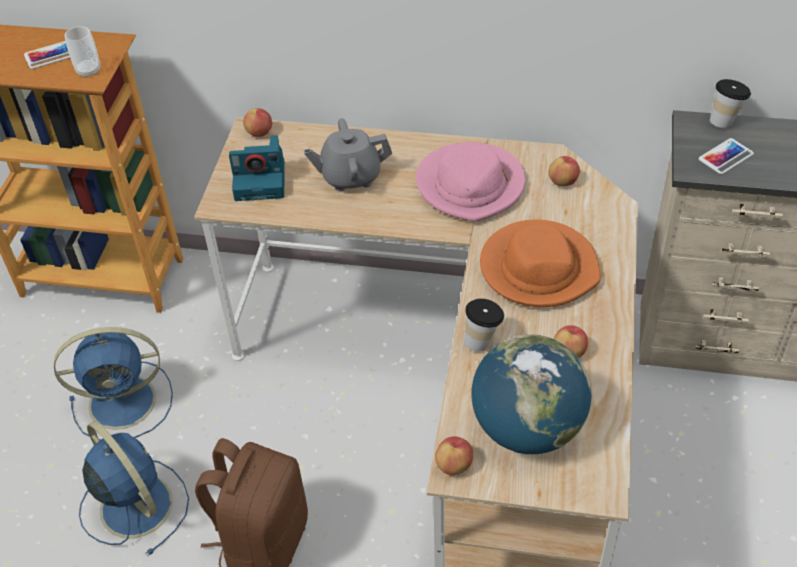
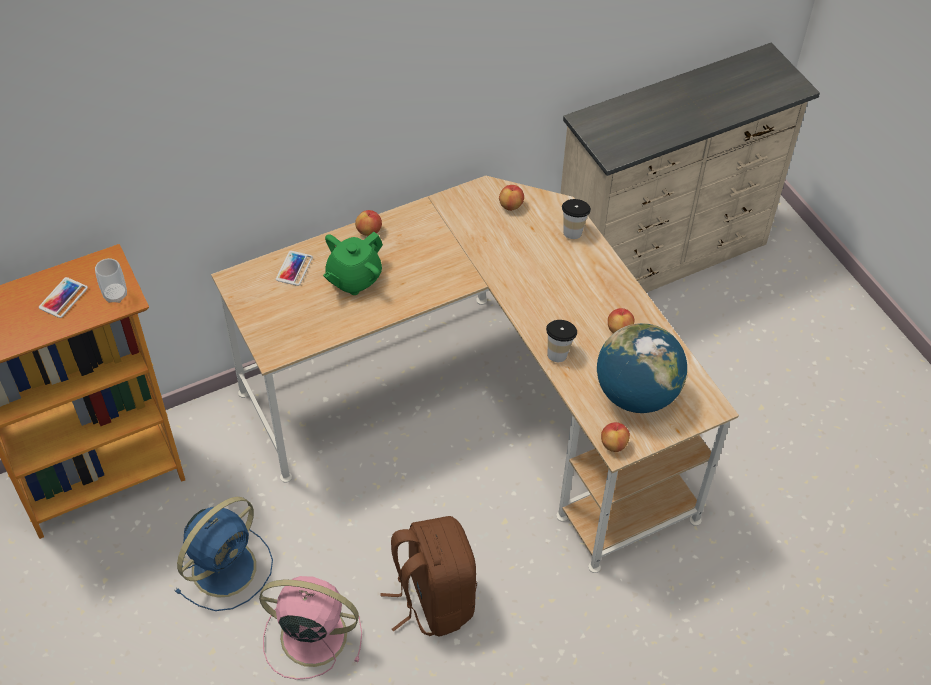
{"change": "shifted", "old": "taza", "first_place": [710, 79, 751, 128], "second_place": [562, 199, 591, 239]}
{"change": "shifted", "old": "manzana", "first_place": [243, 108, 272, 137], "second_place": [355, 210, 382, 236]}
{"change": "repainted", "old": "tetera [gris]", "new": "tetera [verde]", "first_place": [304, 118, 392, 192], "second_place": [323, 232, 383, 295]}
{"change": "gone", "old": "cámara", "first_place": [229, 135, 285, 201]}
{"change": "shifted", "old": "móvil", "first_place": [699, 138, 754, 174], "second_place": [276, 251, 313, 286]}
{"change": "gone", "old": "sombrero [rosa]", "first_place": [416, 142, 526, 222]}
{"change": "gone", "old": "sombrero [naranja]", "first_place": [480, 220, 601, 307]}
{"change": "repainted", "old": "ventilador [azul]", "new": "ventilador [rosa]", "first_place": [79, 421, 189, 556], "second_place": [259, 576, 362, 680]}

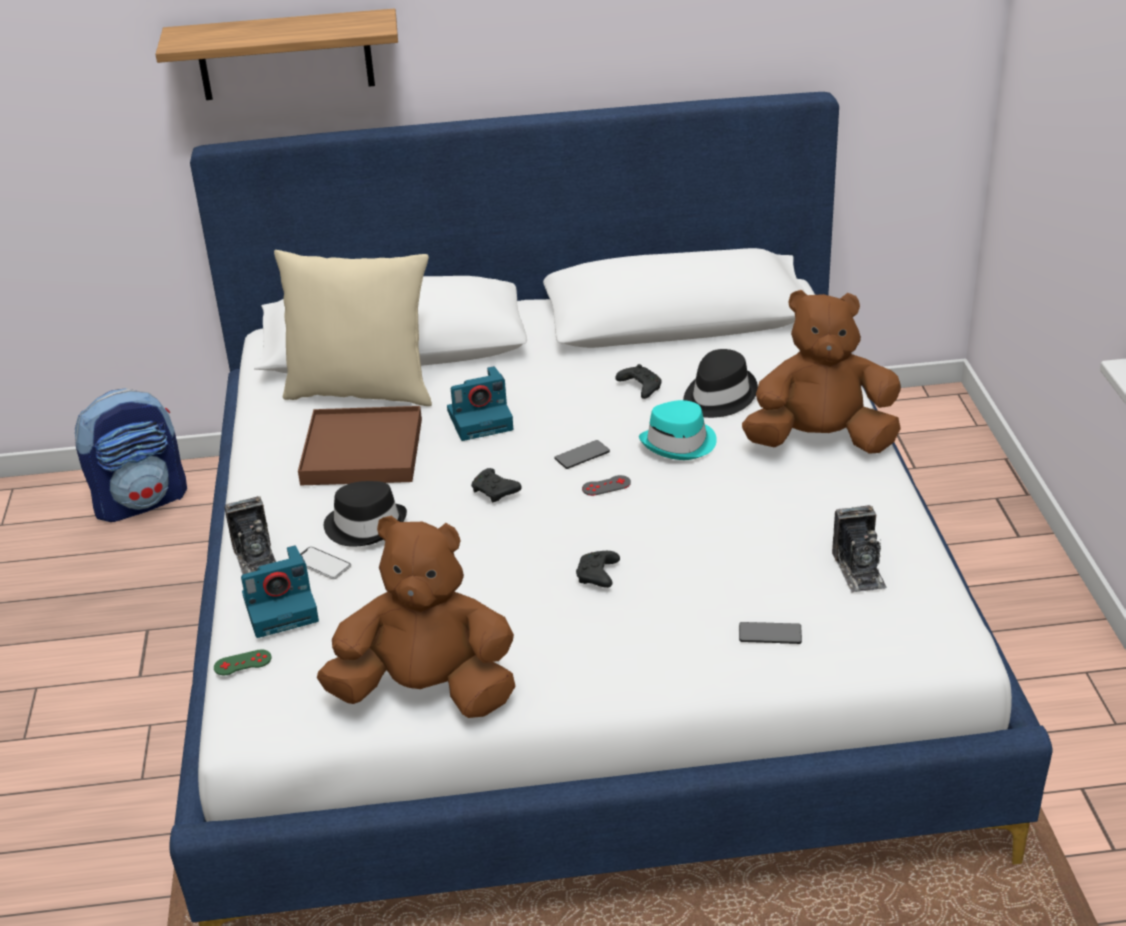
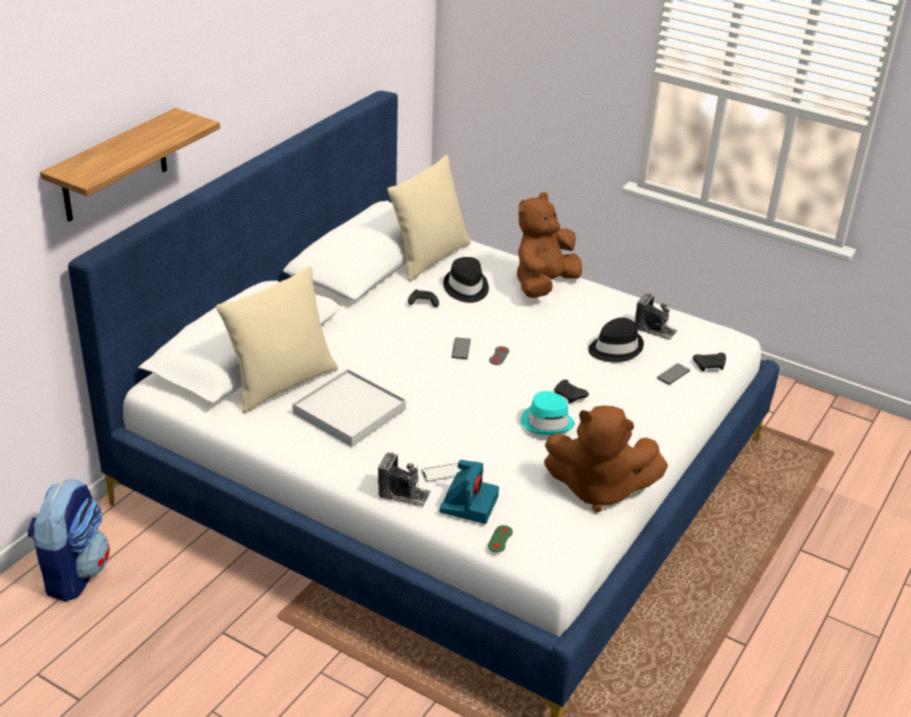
{"change": "gone", "old": "cámara", "first_place": [447, 366, 513, 441]}
{"change": "shifted", "old": "sombrero [turquesa]", "first_place": [639, 400, 717, 460], "second_place": [521, 391, 575, 435]}
{"change": "repainted", "old": "bandeja [marrón]", "new": "bandeja [blanco]", "first_place": [298, 406, 422, 485], "second_place": [292, 369, 406, 447]}
{"change": "shifted", "old": "mando de consola [negro]", "first_place": [471, 468, 522, 502], "second_place": [693, 353, 726, 372]}
{"change": "shifted", "old": "sombrero [negro]", "first_place": [324, 481, 407, 547], "second_place": [588, 317, 644, 362]}
{"change": "rotated", "old": "peluche [marrón]", "first_place": [317, 516, 515, 718], "second_place": [544, 406, 668, 513], "degrees": -120}
{"change": "new", "new": "cojín [beis]", "second_place": [387, 155, 471, 282]}

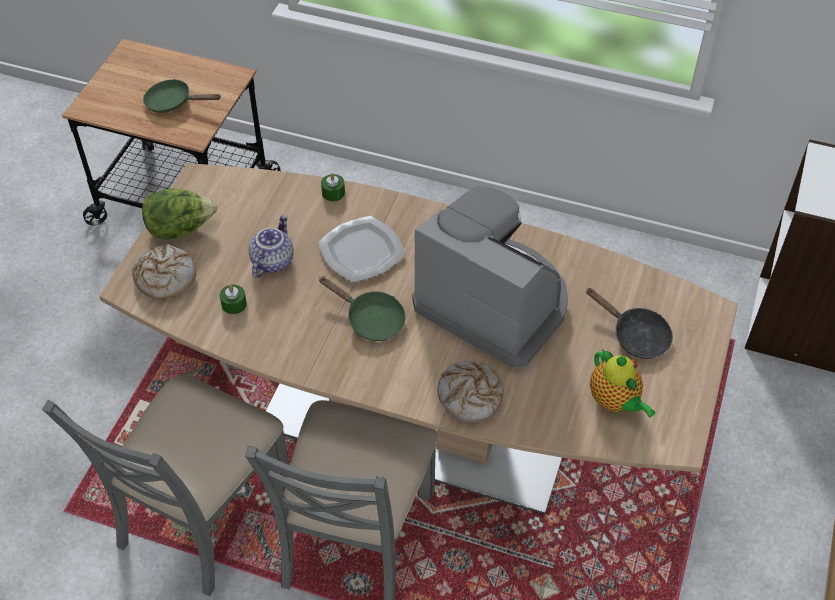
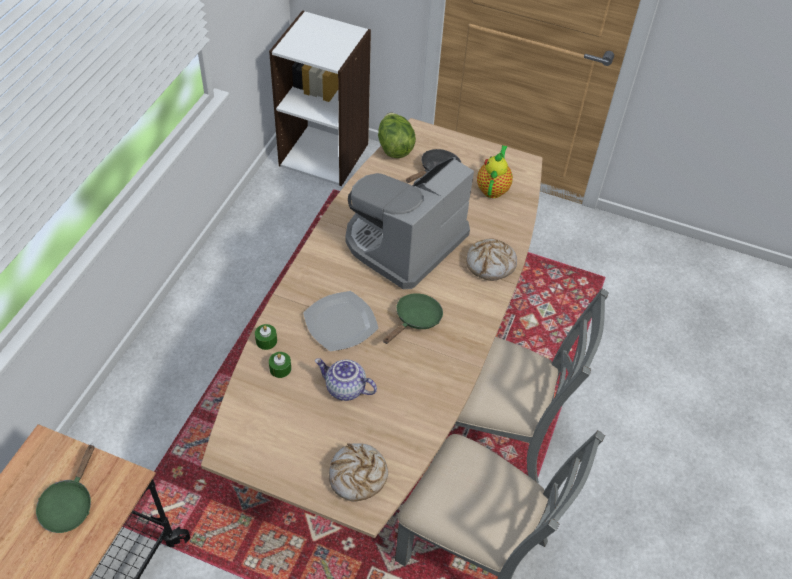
{"change": "shifted", "old": "lechuga", "first_place": [142, 188, 217, 240], "second_place": [378, 112, 416, 158]}
{"change": "shifted", "old": "vela [verde]", "first_place": [220, 285, 247, 314], "second_place": [269, 352, 291, 378]}
{"change": "rotated", "old": "tetera", "first_place": [590, 349, 655, 417], "second_place": [477, 145, 513, 198], "degrees": -45}

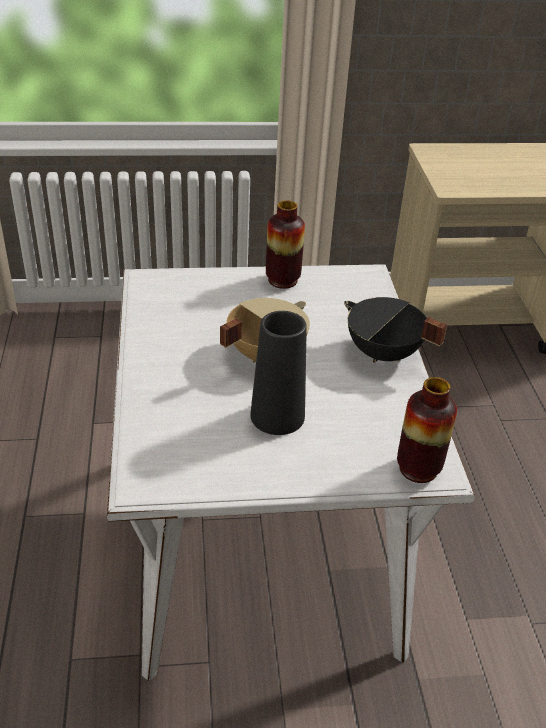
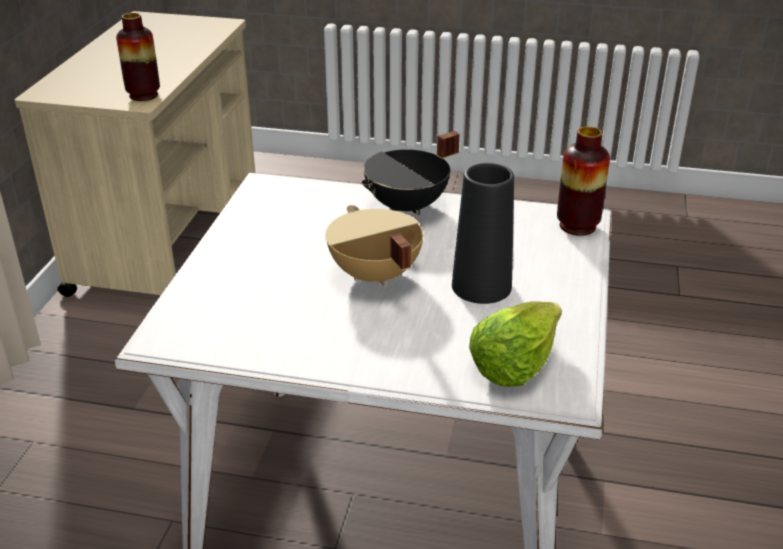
{"change": "shifted", "old": "florero", "first_place": [266, 200, 305, 289], "second_place": [116, 13, 160, 101]}
{"change": "new", "new": "lechuga", "second_place": [469, 302, 562, 387]}

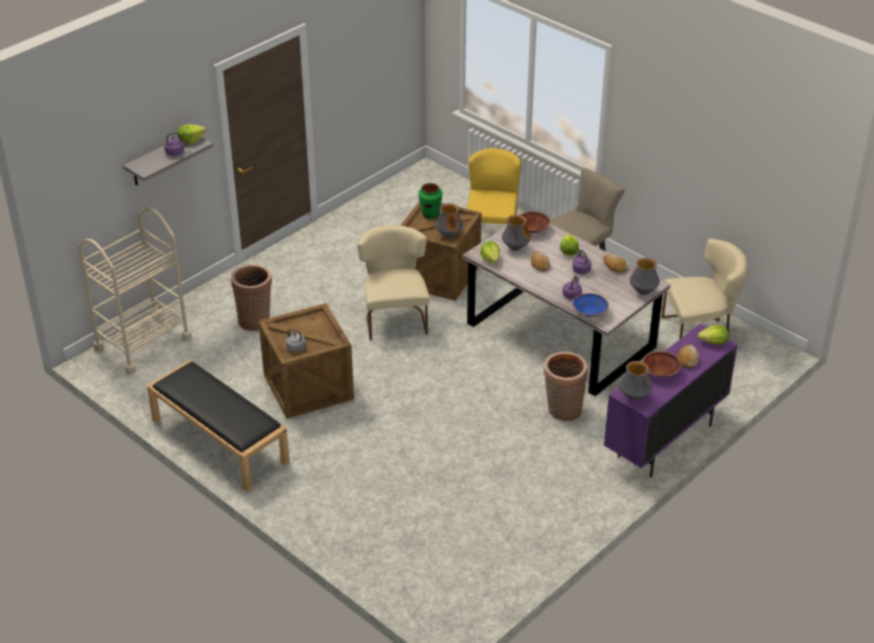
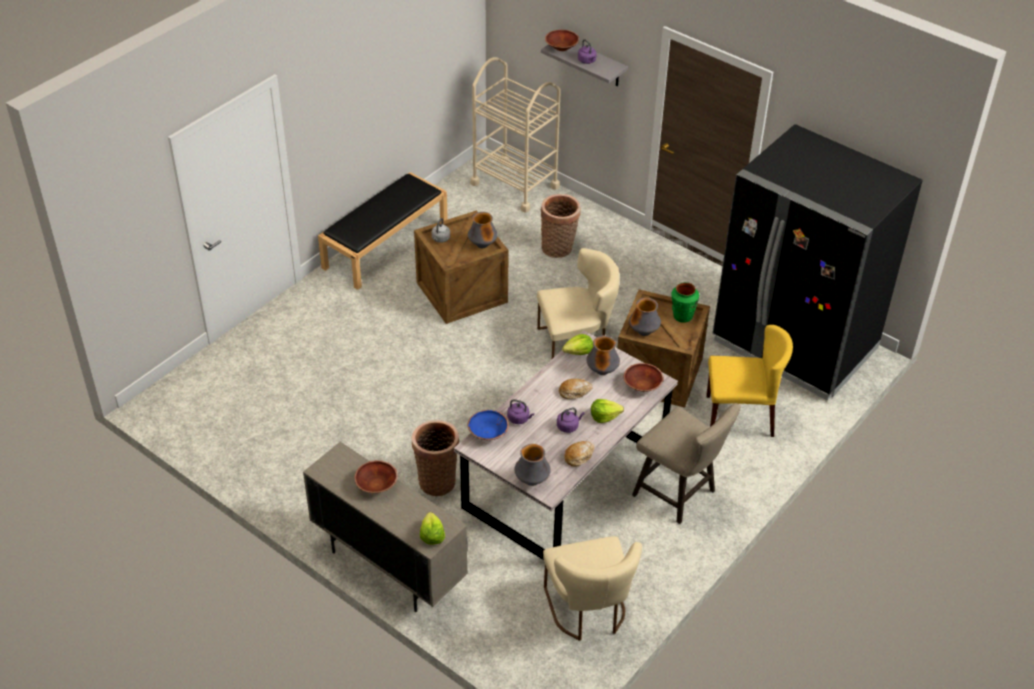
{"change": "gone", "old": "lechuga", "first_place": [178, 124, 206, 145]}
{"change": "repainted", "old": "armario [morado]", "new": "armario [beis]", "first_place": [604, 324, 738, 477], "second_place": [303, 442, 468, 612]}
{"change": "gone", "old": "pan", "first_place": [677, 345, 699, 368]}
{"change": "shifted", "old": "florero", "first_place": [619, 361, 652, 401], "second_place": [468, 212, 498, 248]}
{"change": "new", "new": "cuenco [marrón]", "second_place": [545, 30, 579, 51]}
{"change": "new", "new": "nevera [negro]", "second_place": [713, 124, 923, 401]}

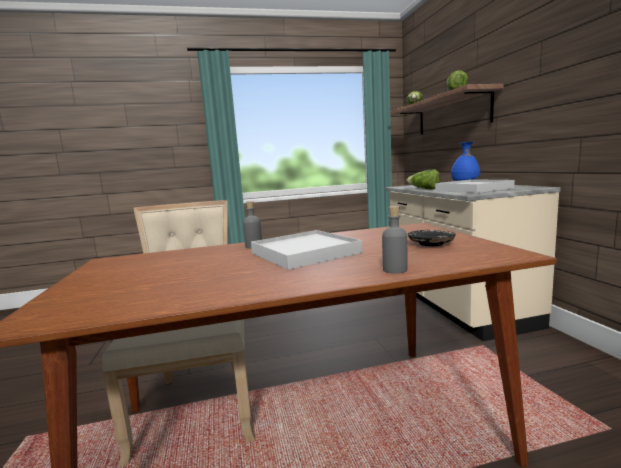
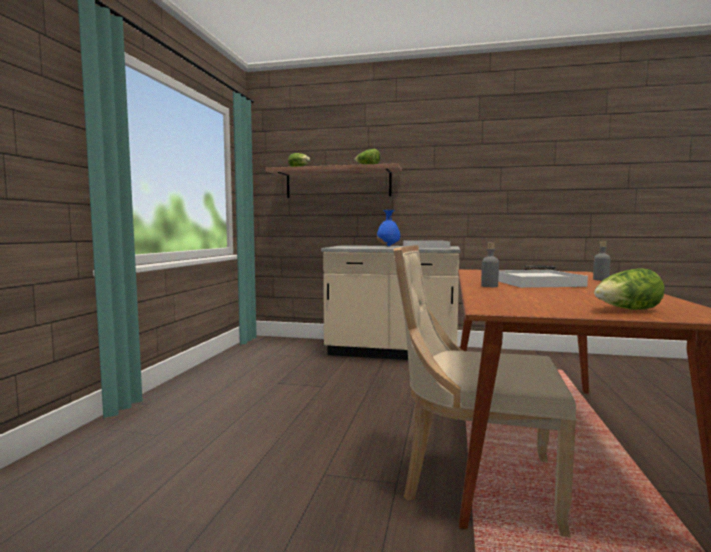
{"change": "shifted", "old": "lechuga", "first_place": [406, 169, 440, 189], "second_place": [594, 268, 665, 310]}

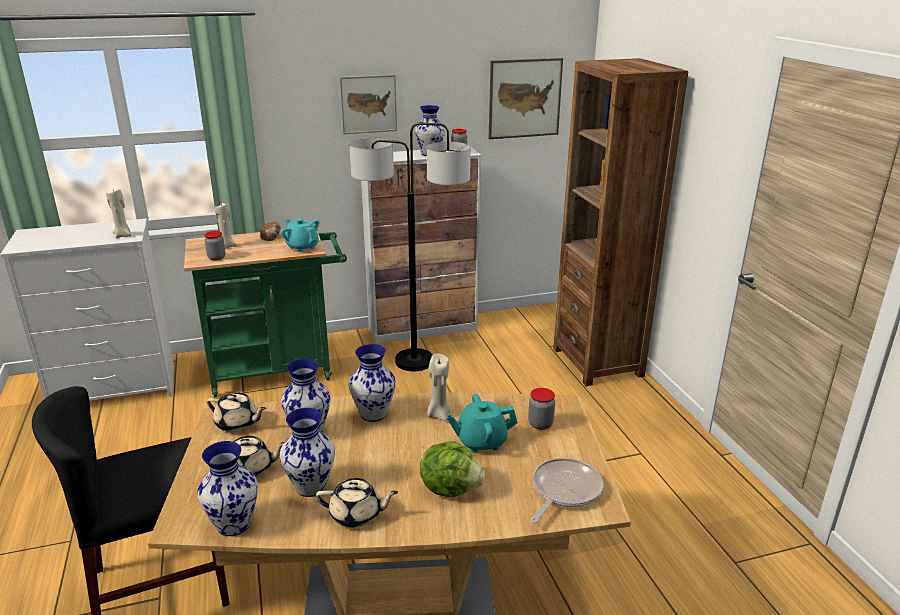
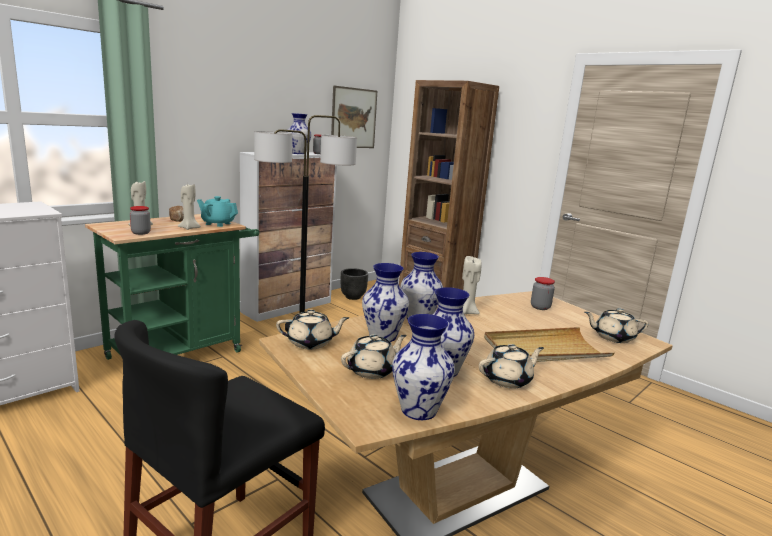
{"change": "gone", "old": "cuadro", "first_place": [339, 75, 397, 134]}
{"change": "shifted", "old": "vela [beis]", "first_place": [106, 189, 131, 238], "second_place": [178, 184, 201, 230]}
{"change": "gone", "old": "tetera [turquesa]", "first_place": [446, 394, 518, 453]}
{"change": "swapped", "old": "lechuga", "new": "bandeja [beis]", "first_place": [420, 441, 485, 497], "second_place": [484, 327, 615, 362]}
{"change": "swapped", "old": "sartén", "new": "tetera [beis]", "first_place": [530, 458, 604, 523], "second_place": [585, 308, 649, 343]}
{"change": "new", "new": "maceta [negro]", "second_place": [341, 268, 368, 300]}

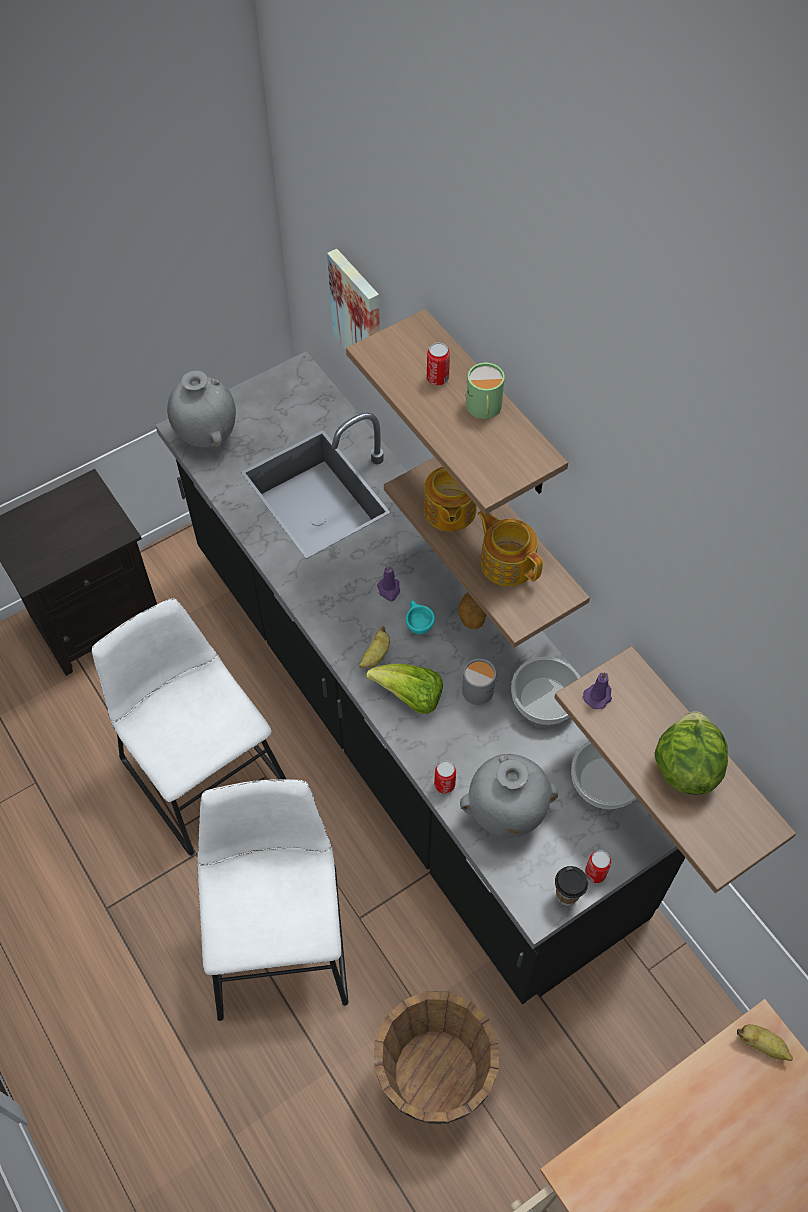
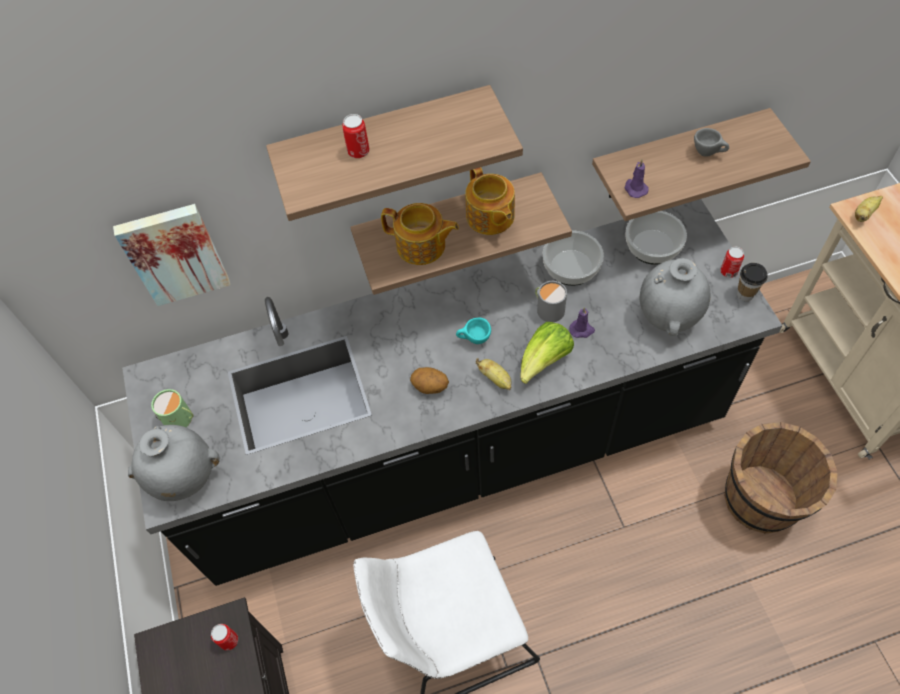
{"change": "shifted", "old": "taza grande [verde]", "first_place": [465, 363, 505, 419], "second_place": [151, 389, 194, 427]}
{"change": "rotated", "old": "tetera", "first_place": [477, 511, 543, 586], "second_place": [465, 167, 515, 235], "degrees": -90}
{"change": "shifted", "old": "vela [morado]", "first_place": [377, 565, 400, 601], "second_place": [569, 307, 595, 338]}
{"change": "shifted", "old": "patata", "first_place": [458, 593, 486, 629], "second_place": [410, 367, 449, 394]}
{"change": "swapped", "old": "lechuga", "new": "taza [gris]", "first_place": [654, 711, 728, 795], "second_place": [694, 128, 729, 157]}
{"change": "shifted", "old": "lata", "first_place": [434, 761, 456, 794], "second_place": [211, 624, 238, 650]}
{"change": "gone", "old": "silla [blanco]", "first_place": [197, 779, 348, 1021]}

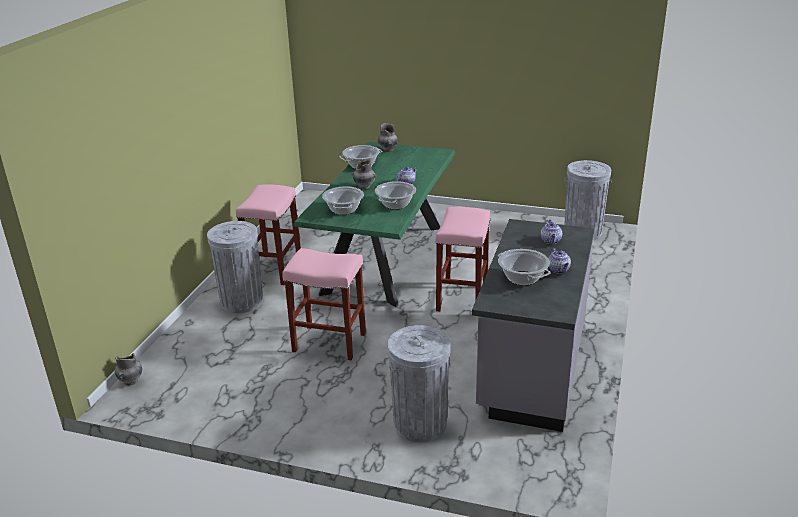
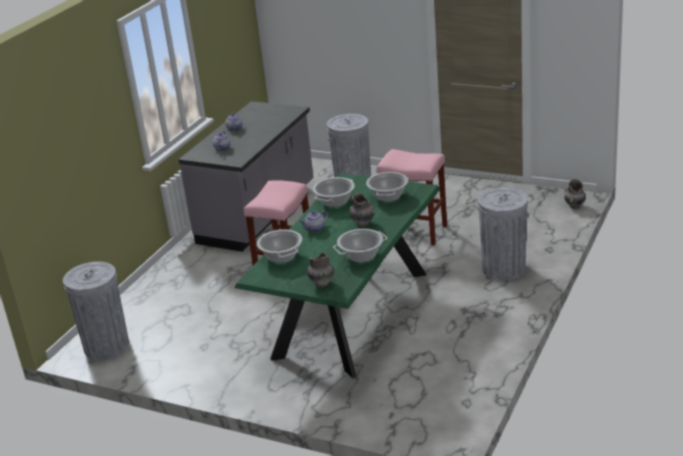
{"change": "gone", "old": "taburete [rosa]", "first_place": [236, 184, 301, 285]}
{"change": "shifted", "old": "olla", "first_place": [498, 249, 551, 285], "second_place": [257, 230, 302, 263]}

